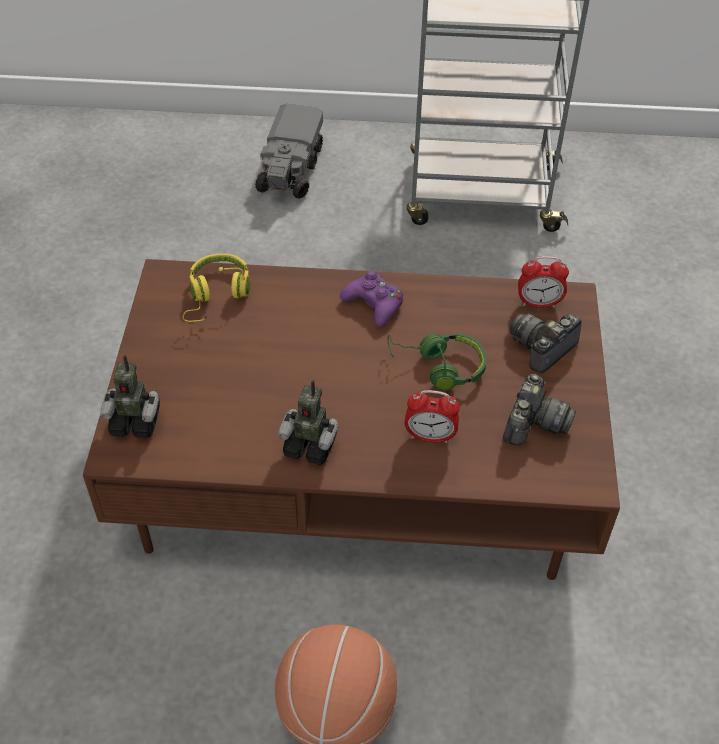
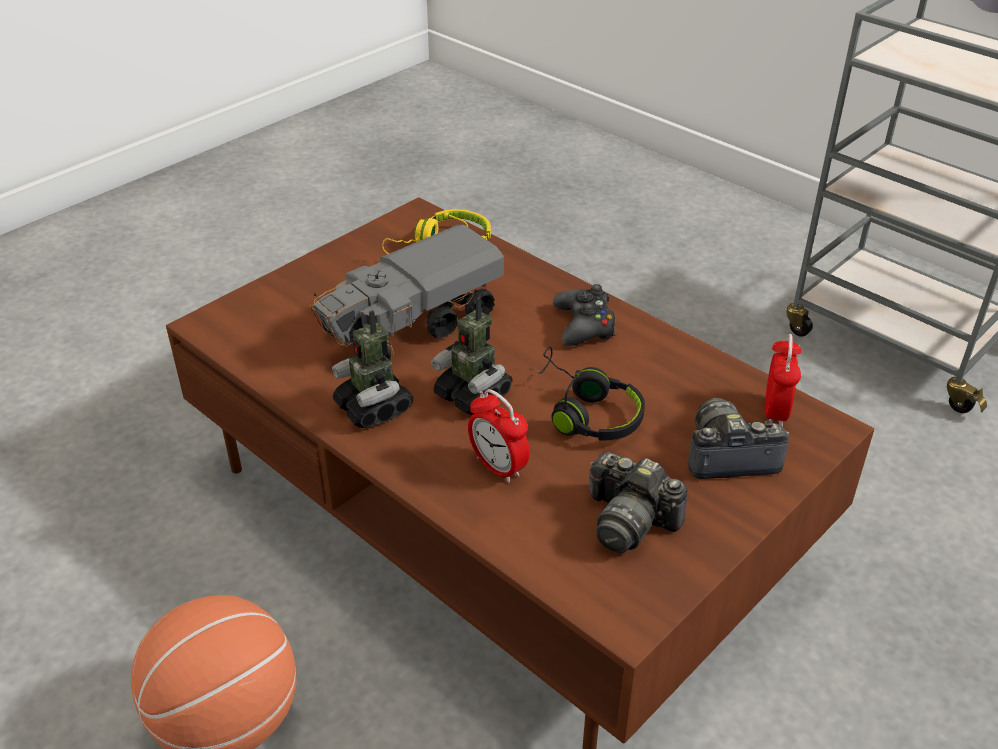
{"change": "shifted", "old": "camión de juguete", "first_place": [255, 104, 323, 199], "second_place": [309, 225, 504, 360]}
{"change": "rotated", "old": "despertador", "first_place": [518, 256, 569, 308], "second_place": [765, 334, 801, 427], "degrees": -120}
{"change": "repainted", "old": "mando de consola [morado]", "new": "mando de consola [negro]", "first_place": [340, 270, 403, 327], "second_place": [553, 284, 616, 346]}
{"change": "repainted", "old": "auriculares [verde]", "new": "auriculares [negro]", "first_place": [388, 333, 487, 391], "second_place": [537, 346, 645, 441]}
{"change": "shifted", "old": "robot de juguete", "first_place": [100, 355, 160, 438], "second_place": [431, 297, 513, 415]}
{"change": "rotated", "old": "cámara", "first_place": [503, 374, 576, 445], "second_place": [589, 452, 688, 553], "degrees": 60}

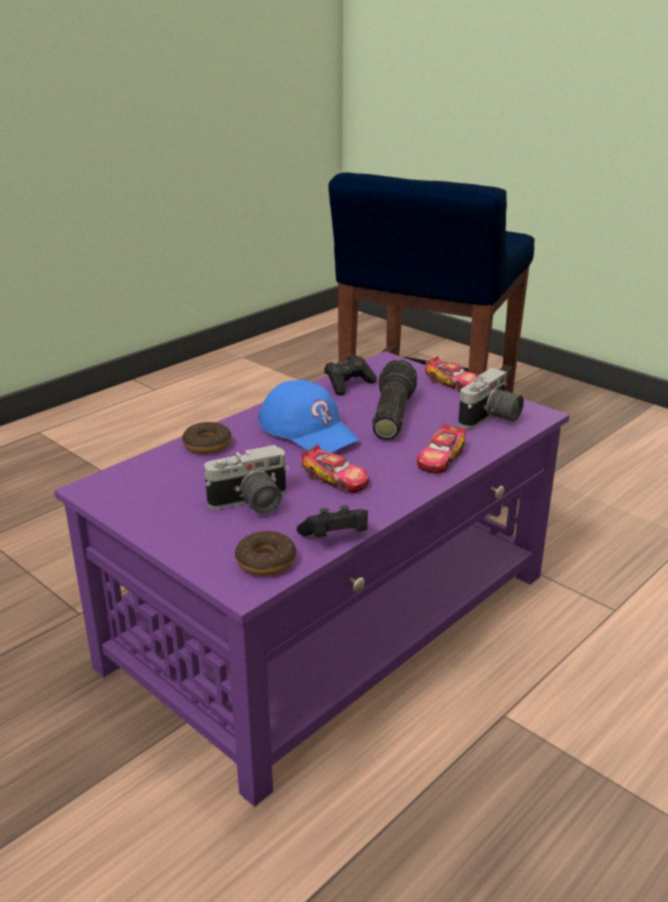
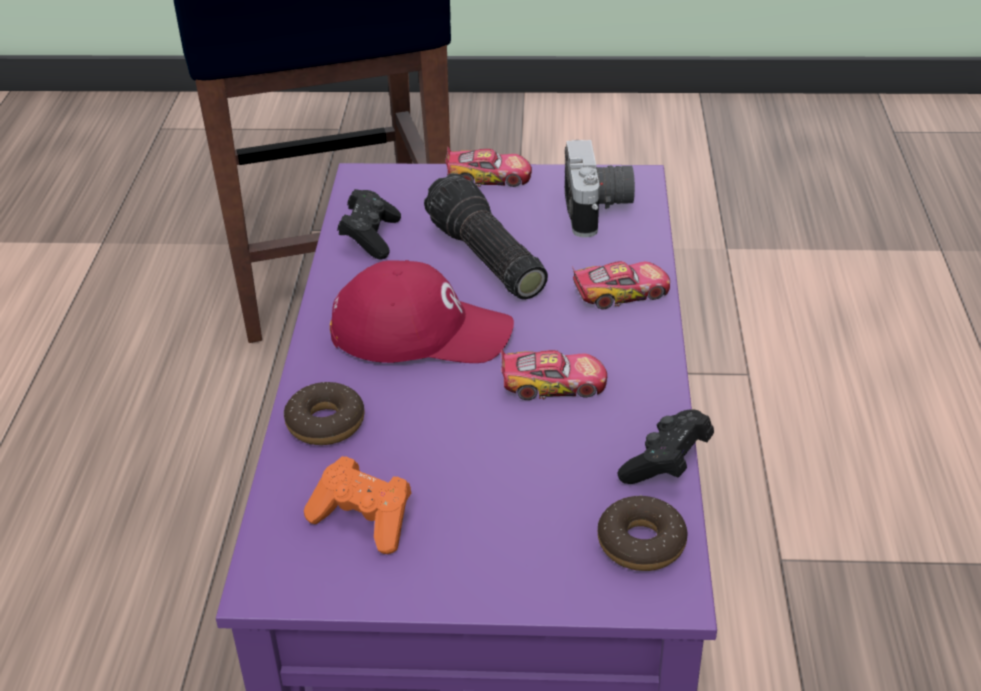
{"change": "repainted", "old": "gorra [azul]", "new": "gorra [rojo]", "first_place": [258, 380, 360, 453], "second_place": [330, 260, 514, 363]}
{"change": "rotated", "old": "coche de juguete", "first_place": [417, 424, 466, 474], "second_place": [572, 261, 670, 309], "degrees": -90}
{"change": "gone", "old": "cámara", "first_place": [204, 445, 289, 514]}
{"change": "new", "new": "mando de consola [naranja]", "second_place": [304, 456, 411, 554]}

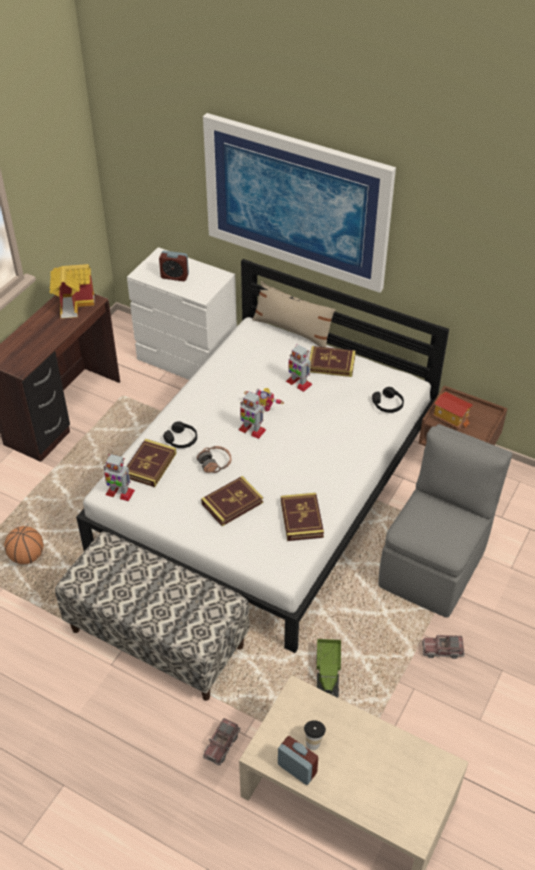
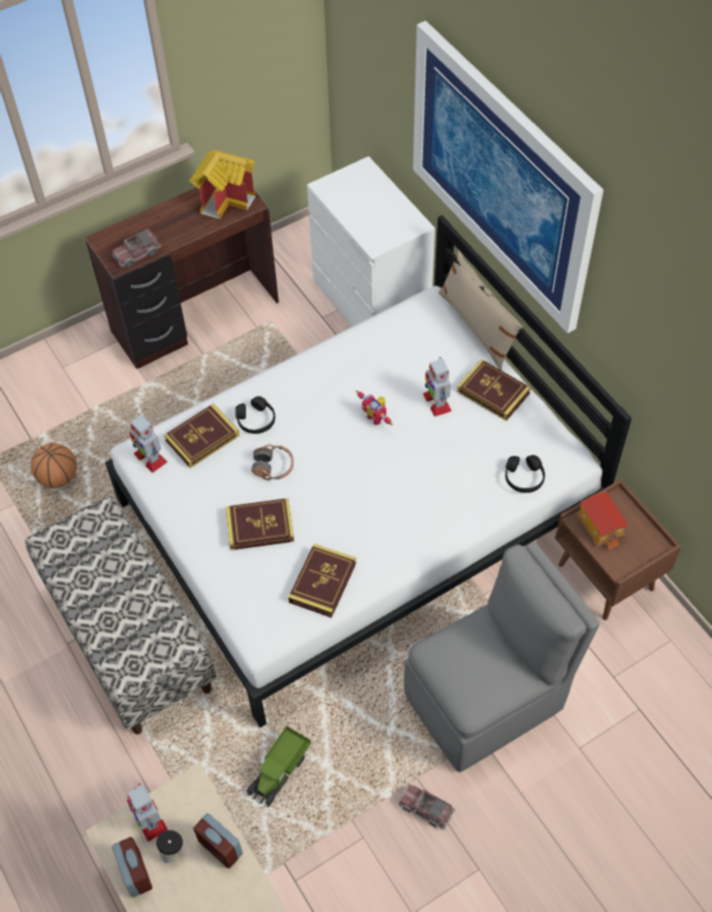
{"change": "shifted", "old": "despertador", "first_place": [159, 251, 189, 281], "second_place": [193, 813, 243, 868]}
{"change": "shifted", "old": "robot de juguete", "first_place": [238, 391, 266, 439], "second_place": [127, 783, 168, 842]}
{"change": "shifted", "old": "camión de juguete", "first_place": [203, 718, 241, 766], "second_place": [112, 228, 161, 267]}

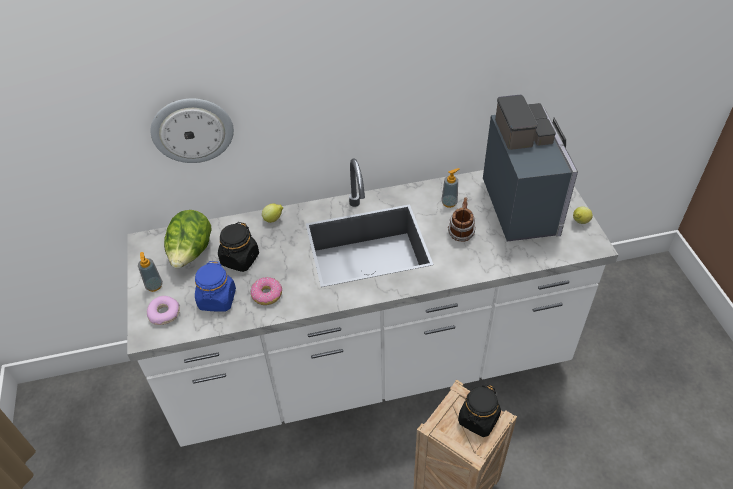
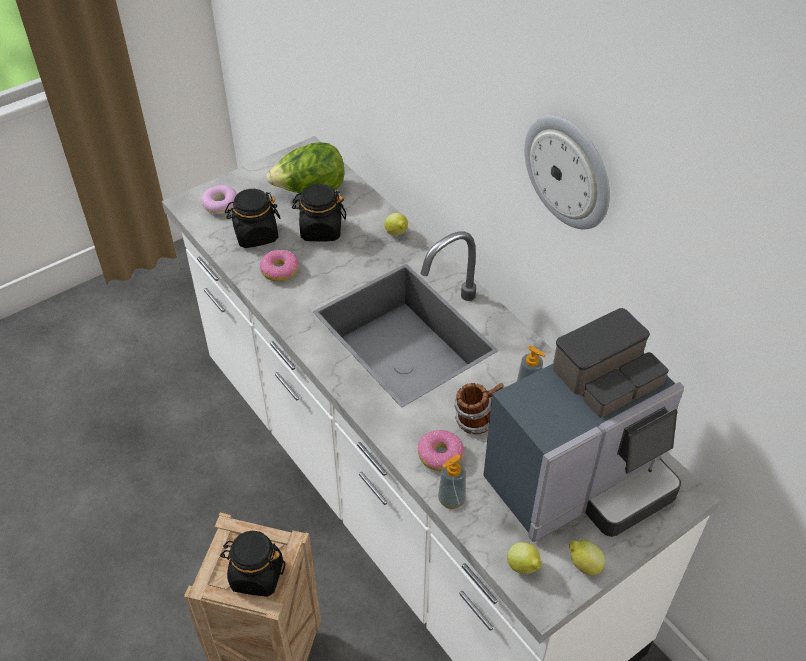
{"change": "shifted", "old": "reloj de pared", "first_place": [150, 98, 234, 163], "second_place": [524, 115, 610, 229]}
{"change": "shifted", "old": "dispensador de jabón", "first_place": [138, 252, 163, 292], "second_place": [438, 454, 466, 509]}
{"change": "repainted", "old": "tarro [azul]", "new": "tarro [negro]", "first_place": [195, 261, 236, 312], "second_place": [225, 189, 281, 248]}
{"change": "new", "new": "rosquilla", "second_place": [418, 430, 464, 471]}
{"change": "new", "new": "limón", "second_place": [507, 542, 541, 574]}

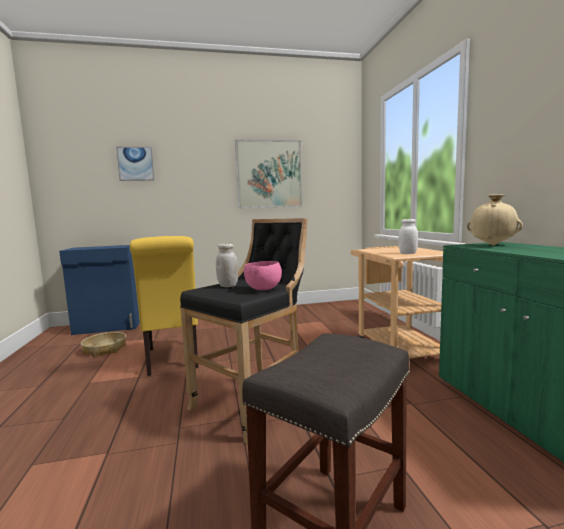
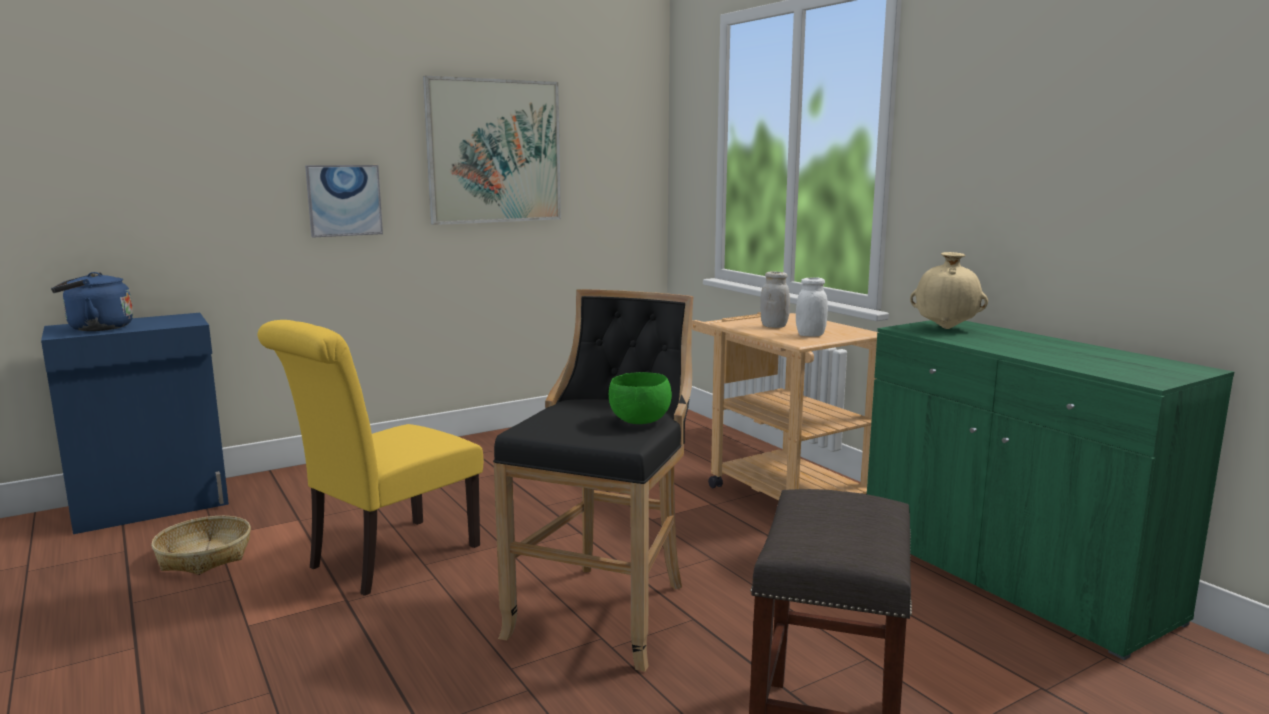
{"change": "shifted", "old": "cuadro", "first_place": [116, 147, 155, 181], "second_place": [305, 165, 383, 238]}
{"change": "rotated", "old": "silla [amarillo]", "first_place": [130, 236, 198, 376], "second_place": [258, 320, 484, 596], "degrees": 75}
{"change": "shifted", "old": "tarro [blanco]", "first_place": [216, 243, 238, 287], "second_place": [760, 271, 790, 328]}
{"change": "repainted", "old": "cuenco [rosa]", "new": "cuenco [verde]", "first_place": [244, 261, 282, 290], "second_place": [609, 372, 672, 424]}
{"change": "new", "new": "hervidor [azul]", "second_place": [51, 272, 133, 331]}

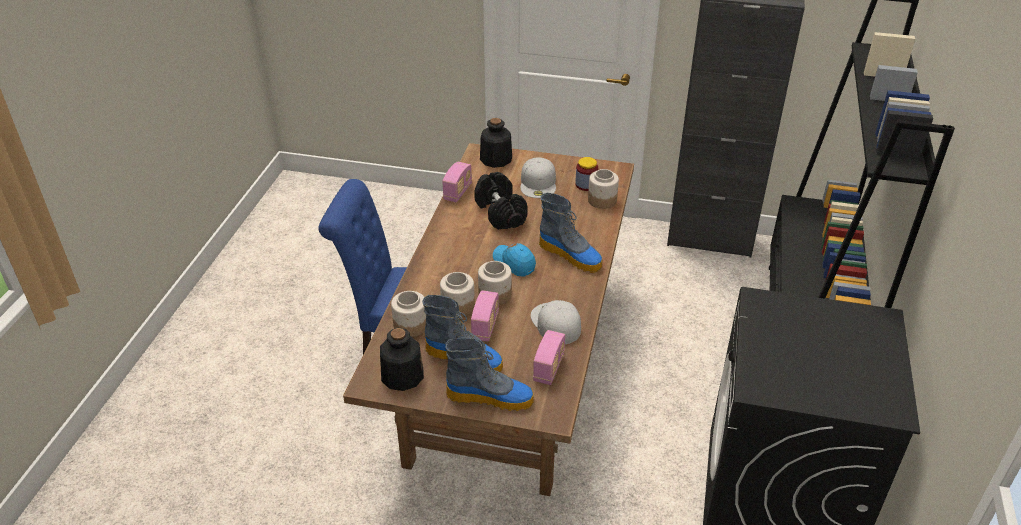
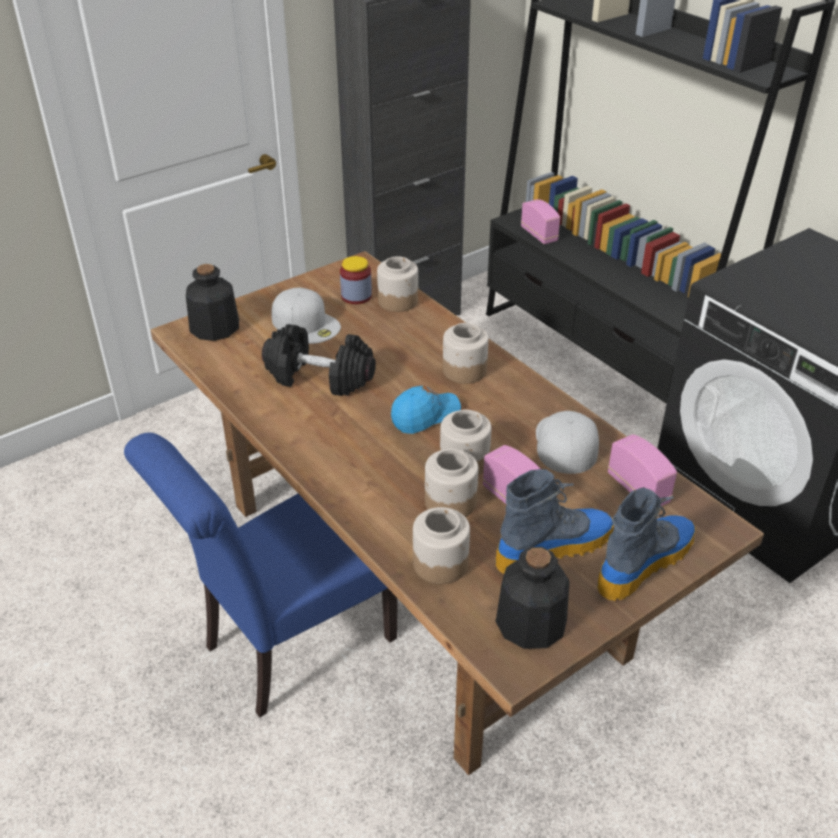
{"change": "shifted", "old": "radio", "first_place": [442, 162, 472, 202], "second_place": [521, 199, 560, 244]}
{"change": "swapped", "old": "bota", "new": "tarro", "first_place": [539, 193, 603, 273], "second_place": [443, 323, 489, 384]}
{"change": "rotated", "old": "gorra [azul]", "first_place": [493, 243, 536, 276], "second_place": [391, 386, 461, 434], "degrees": 150}
{"change": "rotated", "old": "gorra [blanco]", "first_place": [531, 300, 581, 344], "second_place": [536, 411, 599, 474], "degrees": 75}

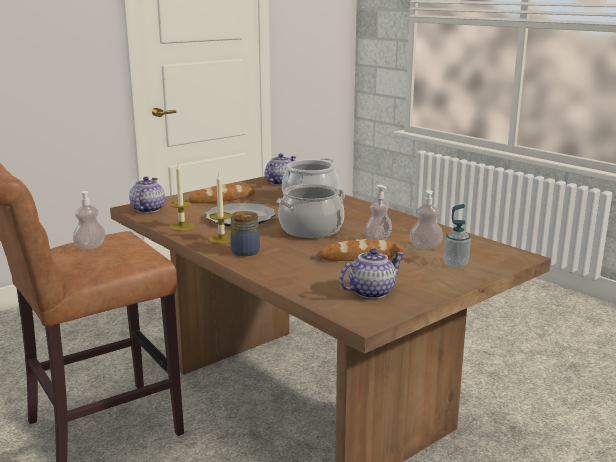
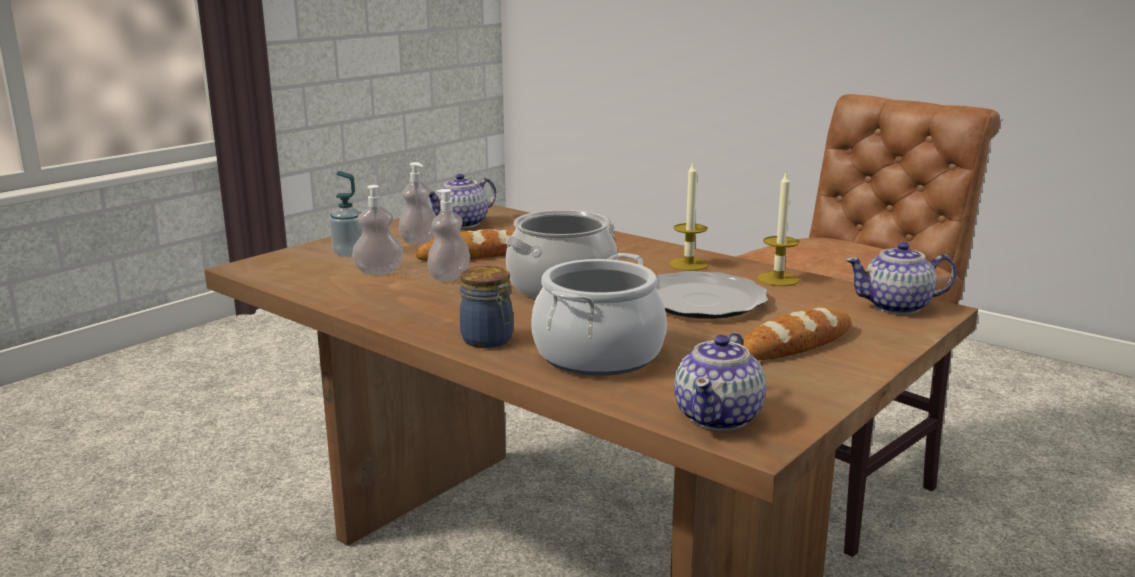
{"change": "rotated", "old": "tetera", "first_place": [129, 177, 165, 213], "second_place": [845, 242, 957, 315], "degrees": 90}
{"change": "shifted", "old": "dispensador de jabón", "first_place": [73, 191, 106, 250], "second_place": [399, 162, 436, 244]}
{"change": "shifted", "old": "tarro", "first_place": [230, 211, 260, 256], "second_place": [460, 266, 513, 348]}

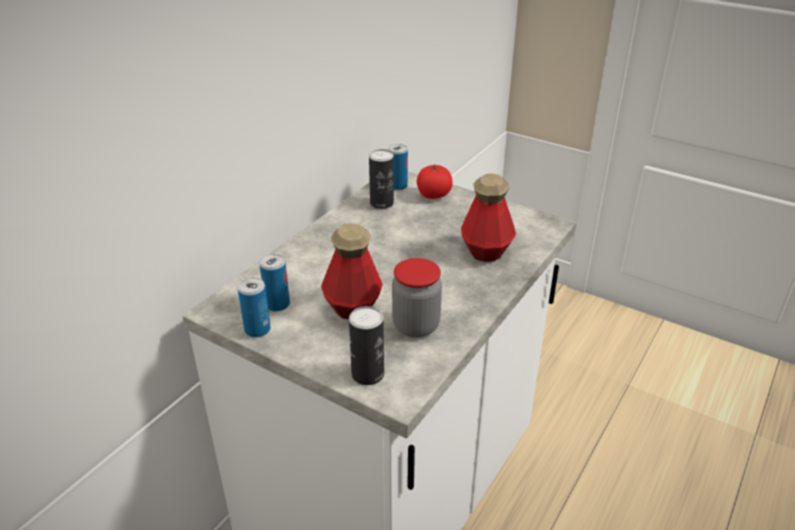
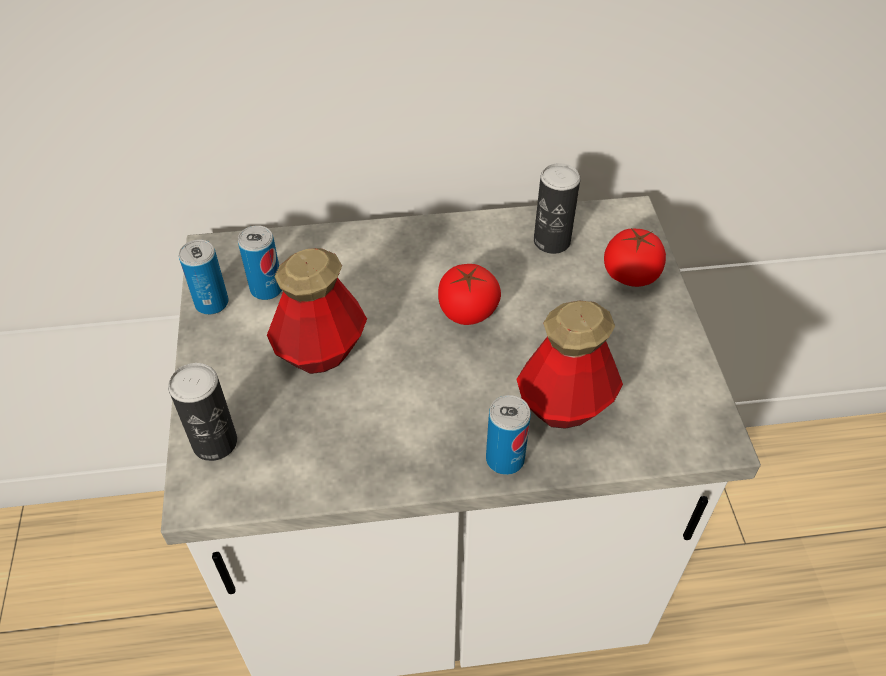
{"change": "shifted", "old": "lata", "first_place": [388, 144, 408, 190], "second_place": [486, 395, 531, 475]}
{"change": "gone", "old": "tarro", "first_place": [392, 258, 442, 338]}
{"change": "new", "new": "tomate", "second_place": [438, 264, 501, 325]}

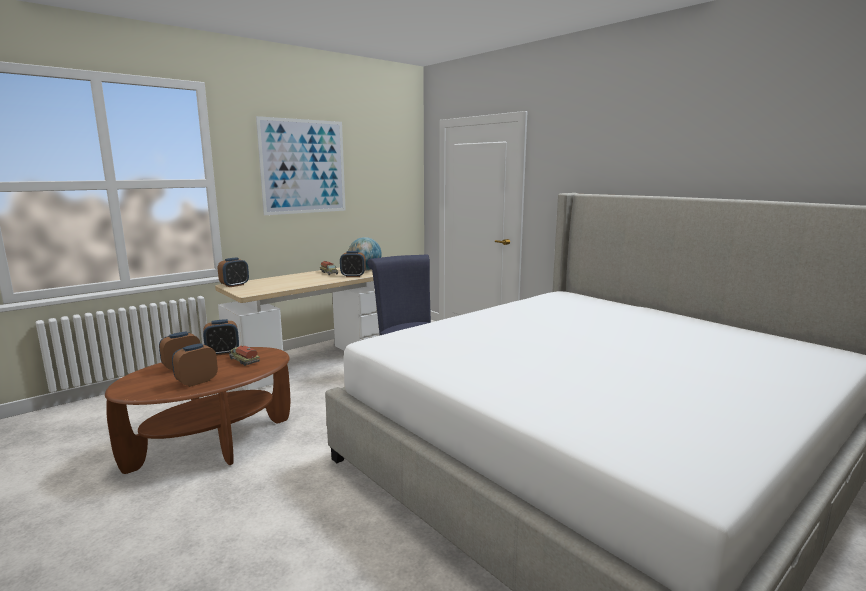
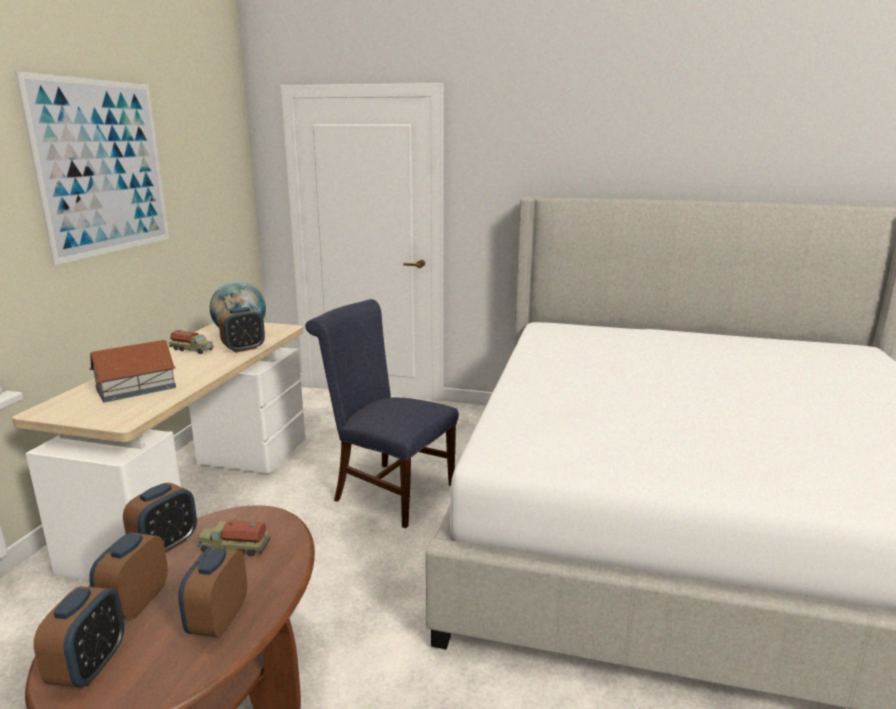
{"change": "shifted", "old": "despertador", "first_place": [218, 257, 249, 287], "second_place": [34, 586, 124, 687]}
{"change": "new", "new": "casita", "second_place": [90, 340, 176, 403]}

